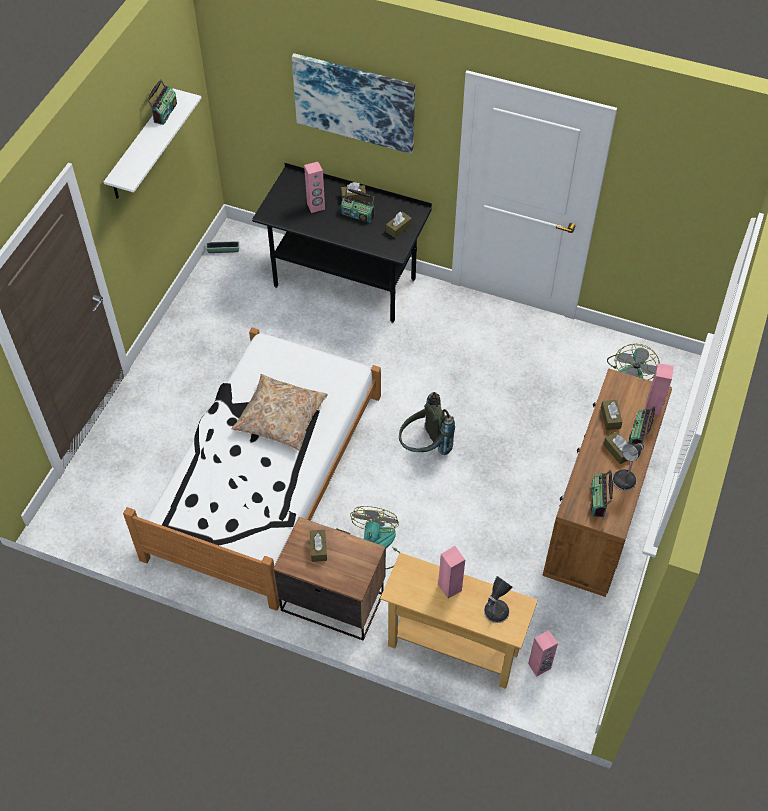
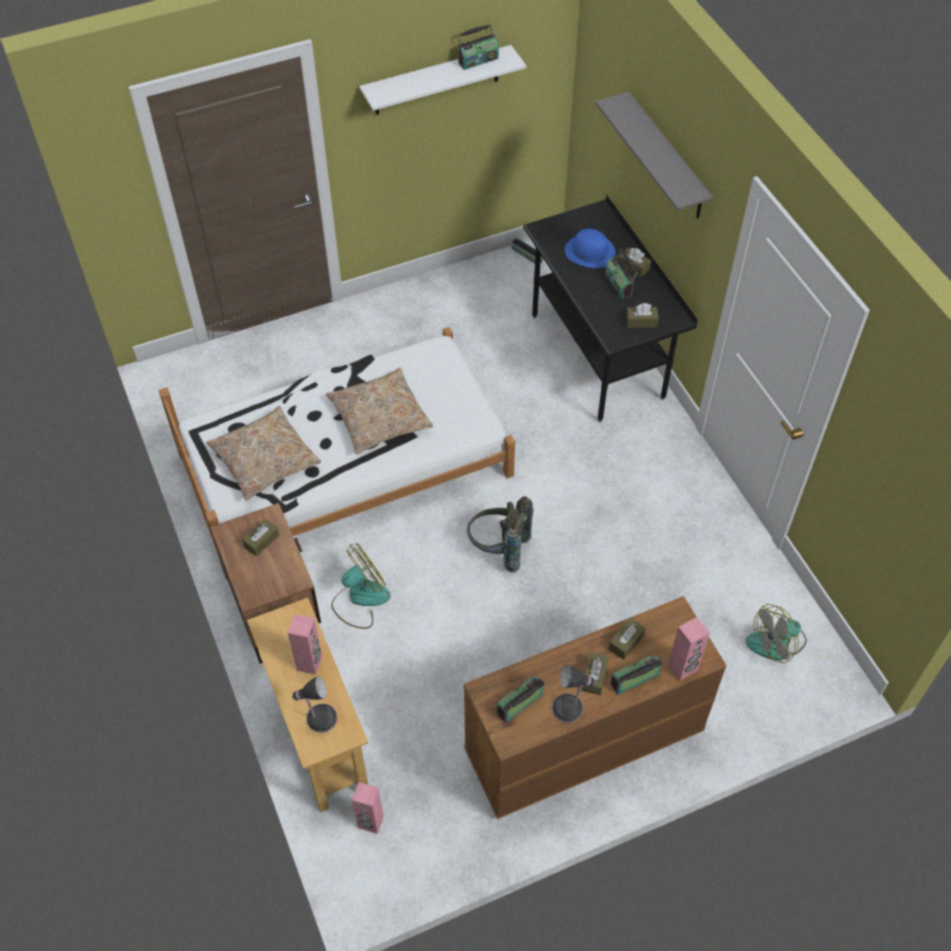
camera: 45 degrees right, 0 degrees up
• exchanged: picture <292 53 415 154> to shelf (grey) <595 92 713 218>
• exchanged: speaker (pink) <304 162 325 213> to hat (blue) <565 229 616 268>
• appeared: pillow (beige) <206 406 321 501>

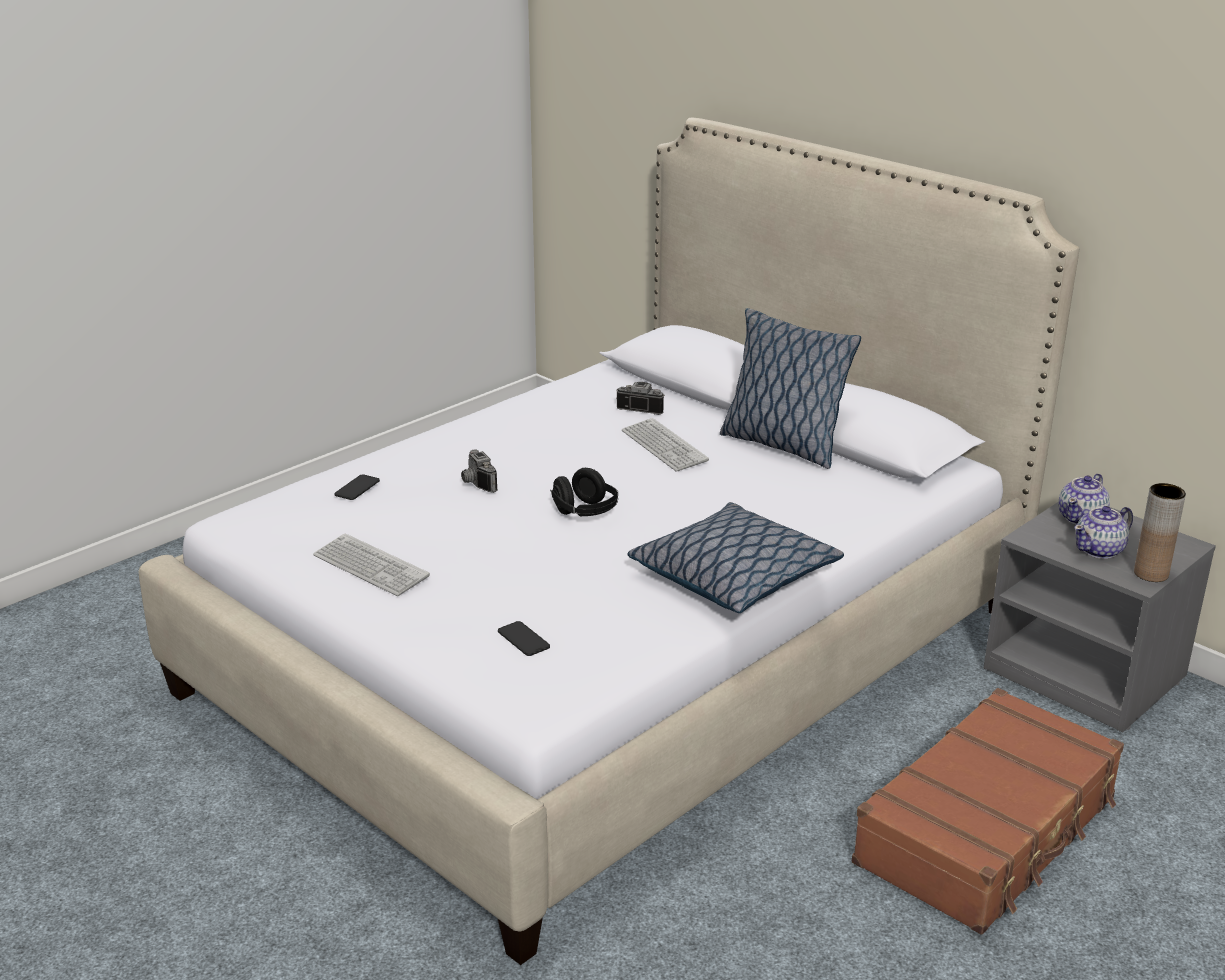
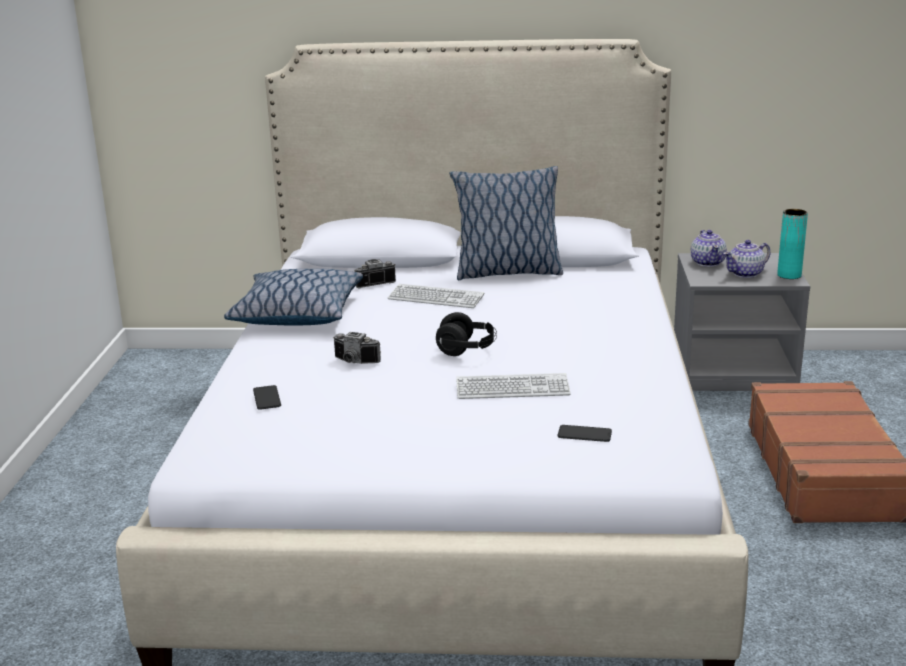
camera: 40 degrees left, 5 degrees down
• relocated: keyboard <313 533 430 596> to <456 373 571 399>
• relocated: pillow <628 502 844 613> to <224 269 363 325>
• spun: teapot <1074 506 1133 559> = <723 240 770 278> 45 degrees clockwise
• colour: vase (brown) <1134 483 1186 582> to vase (turquoise) <777 209 808 279>

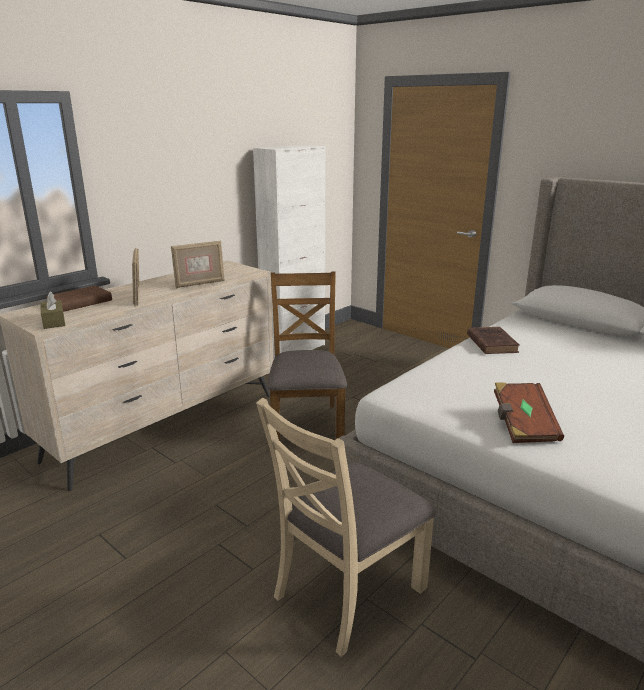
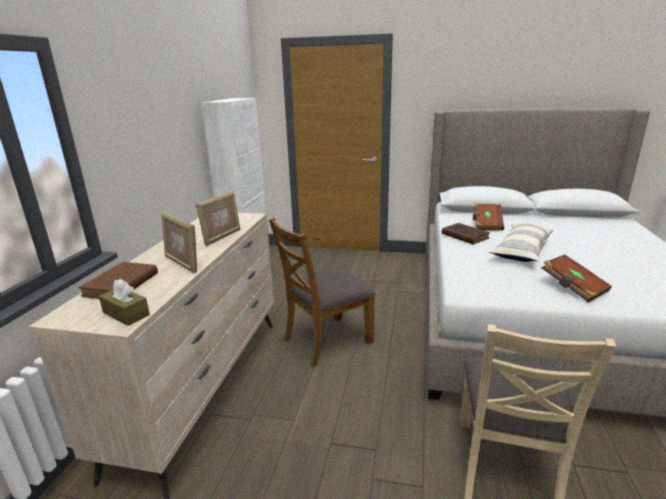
camera: 30 degrees left, 0 degrees up
• spun: chair (brown) <267 271 347 441> = <269 218 376 367> 90 degrees counterclockwise
• appeared: book (brown) <473 203 504 230>
• appeared: pillow <489 223 553 262>

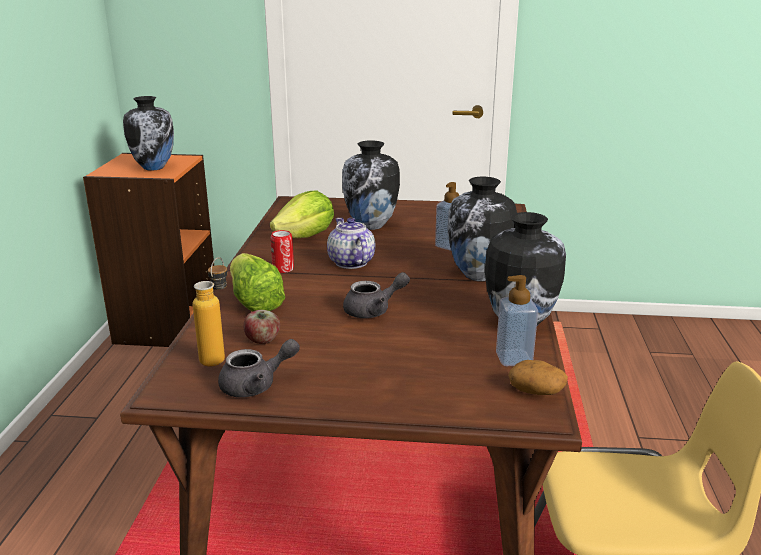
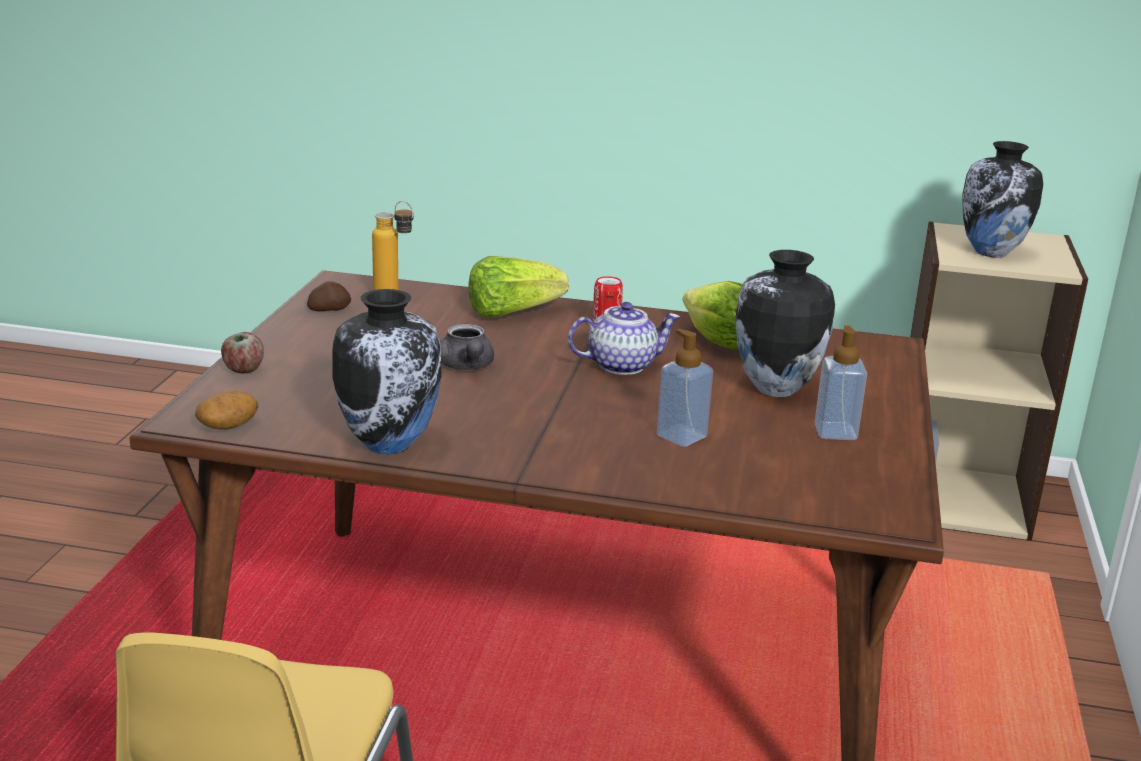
camera: 95 degrees right, 0 degrees up
• colour: bookcase (orange) <83 153 214 347> to bookcase (beige) <910 221 1088 541>
• exchanged: teapot (grey) <218 339 300 397> to potato <307 281 351 311>
• relocated: apple <244 310 280 344> to <221 332 264 374>
• missing: vase <447 177 517 281>
• relocated: soap dispenser <496 275 538 366> to <815 325 867 440>

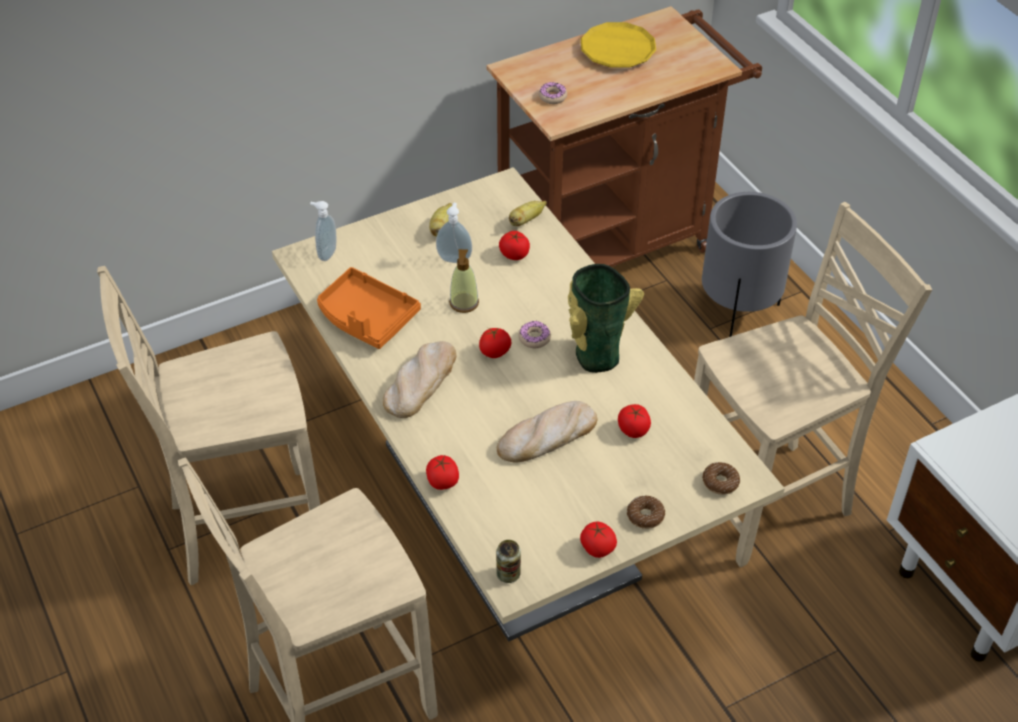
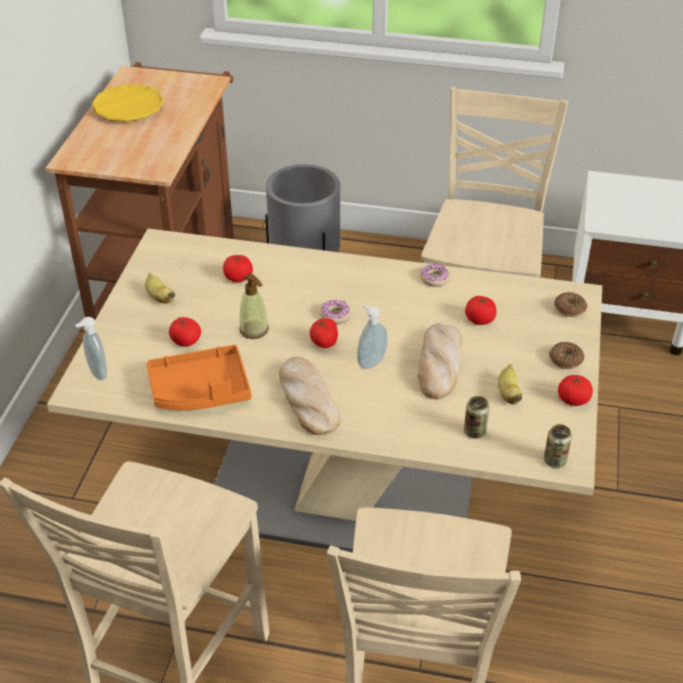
camera: 50 degrees left, 5 degrees down
• relocated: tomato <426 455 459 490> to <169 317 201 347>
• relocated: soap dispenser <436 203 472 263> to <357 304 388 369>
• relocated: banana <509 201 547 226> to <498 364 522 405>
• relocated: donut <539 82 567 104> to <420 264 450 287>
• missing: vase <568 264 644 373>
• appeared: can <464 396 489 438>

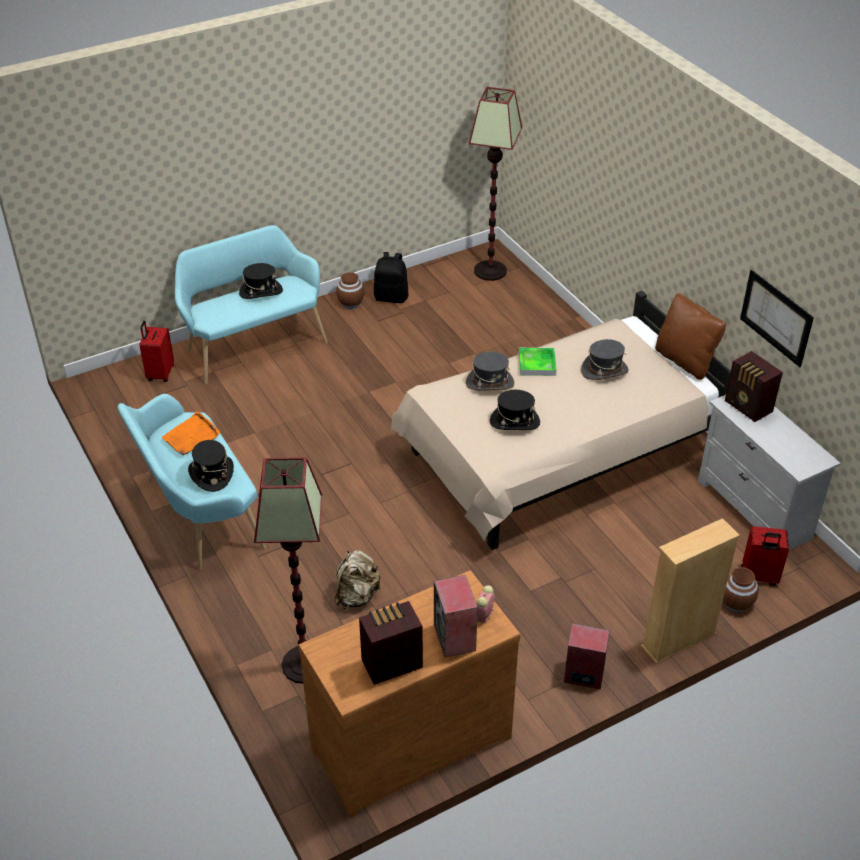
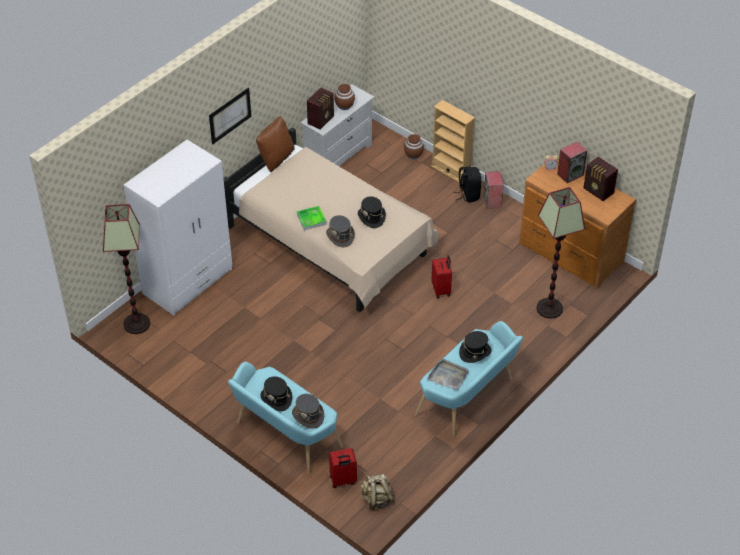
camera: 110 degrees left, 5 degrees up
• colour: tray (orange) <162 412 220 455> to tray (grey) <427 358 469 390>
• relocated: backpack (beige) <335 550 380 609> to <360 474 395 510>
• relocated: vase (brown) <336 272 365 309> to <334 84 355 110>
• relocated: backpack (black) <374 252 408 303> to <454 167 481 203>
• relocated: hat (grey) <581 339 629 380> to <292 394 324 429>
• relocated: picture <740 270 814 367> to <209 87 251 144>
• relocated: suitcase (red) <741 526 789 586> to <431 255 452 298>
• appeared: wardrobe (white) <124 140 232 315>

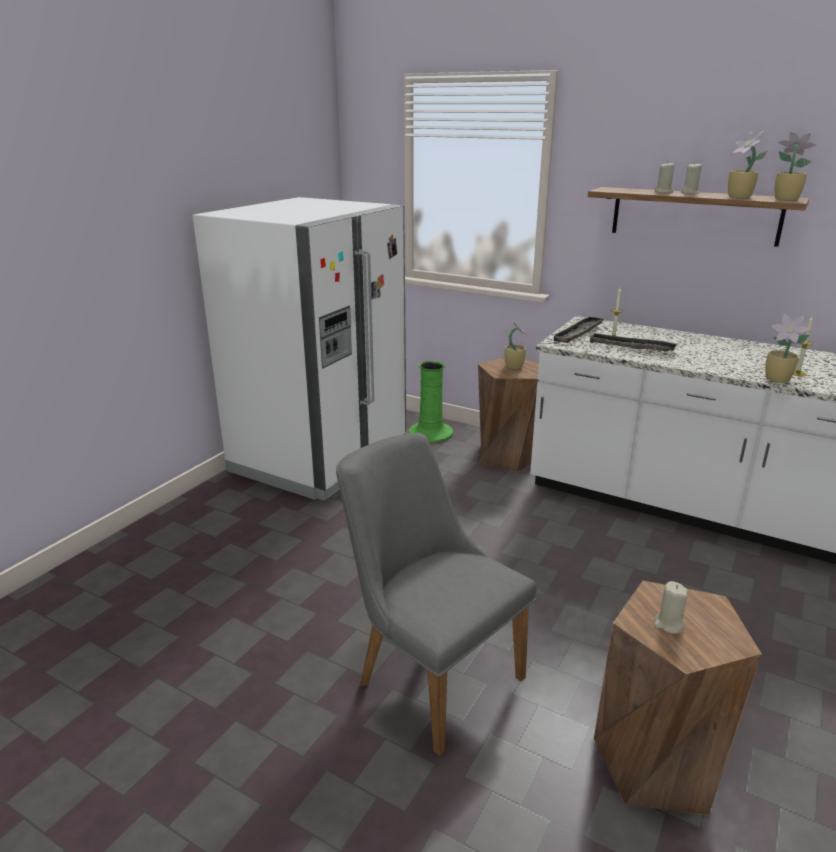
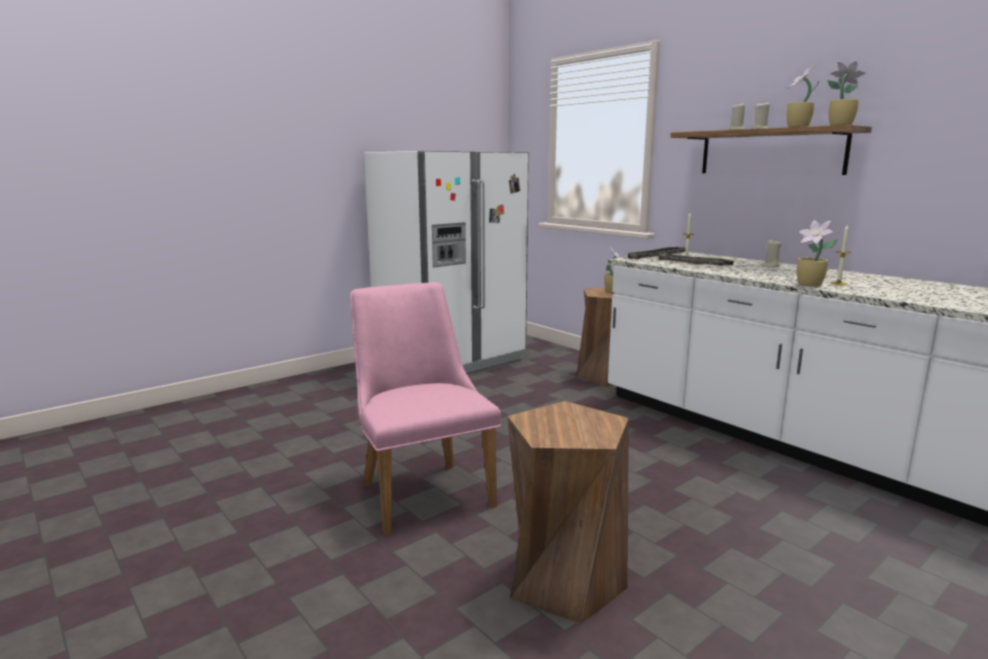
camera: 20 degrees right, 10 degrees down
• colour: chair (grey) <336 433 537 756> to chair (pink) <350 282 501 536>
• missing: vase (green) <409 360 453 443>
• relocated: candle (beige) <654 581 689 634> to <762 240 781 267>

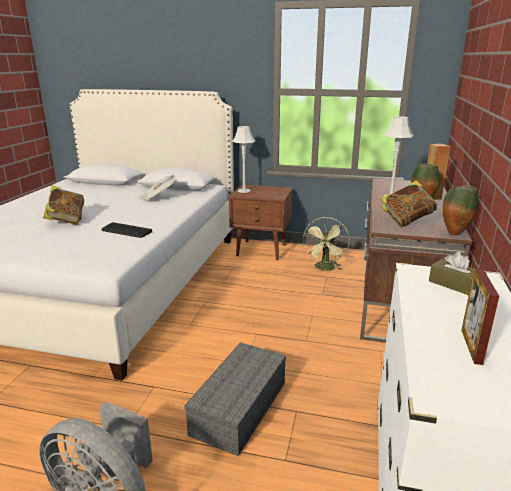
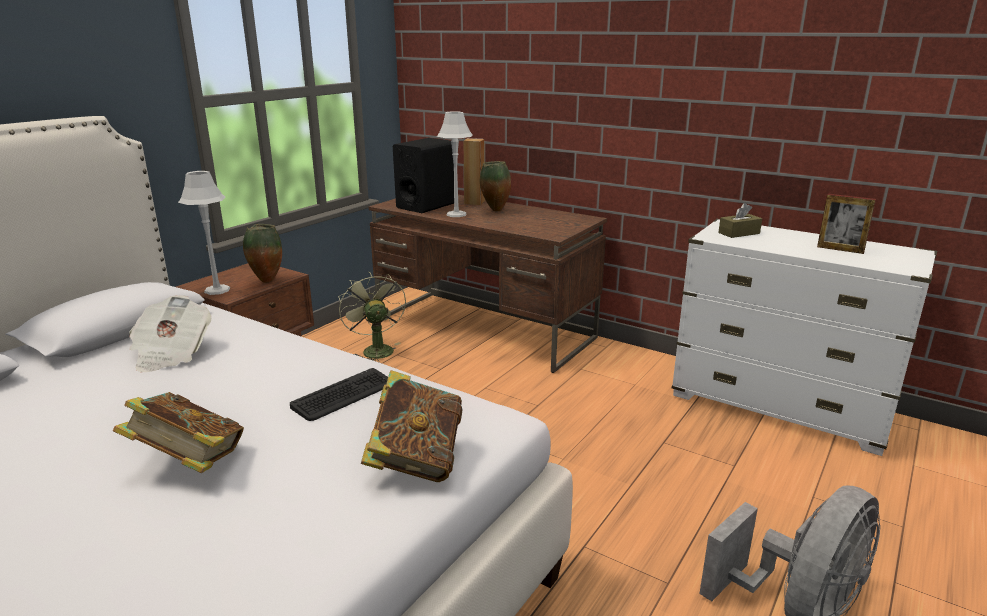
camera: 70 degrees left, 0 degrees up
• missing: storage box (grey) <184 342 286 456>
• spun: fan (green) <303 217 350 271> = <338 272 406 361> 150 degrees counterclockwise
• relocated: book <380 180 438 227> to <361 370 462 482>
• relocated: vase <443 185 478 235> to <243 224 282 283>
• appeared: speaker (black) <393 138 454 213>

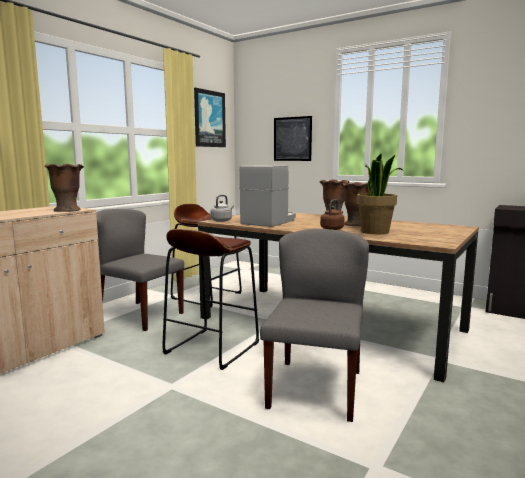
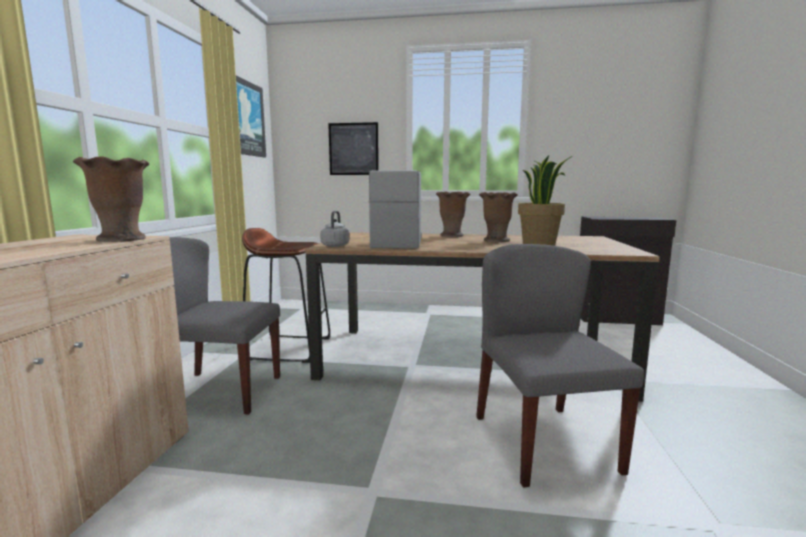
camera: 25 degrees left, 0 degrees up
• missing: stool (brown) <162 229 259 370>
• missing: kettle (brown) <320 200 345 230>

